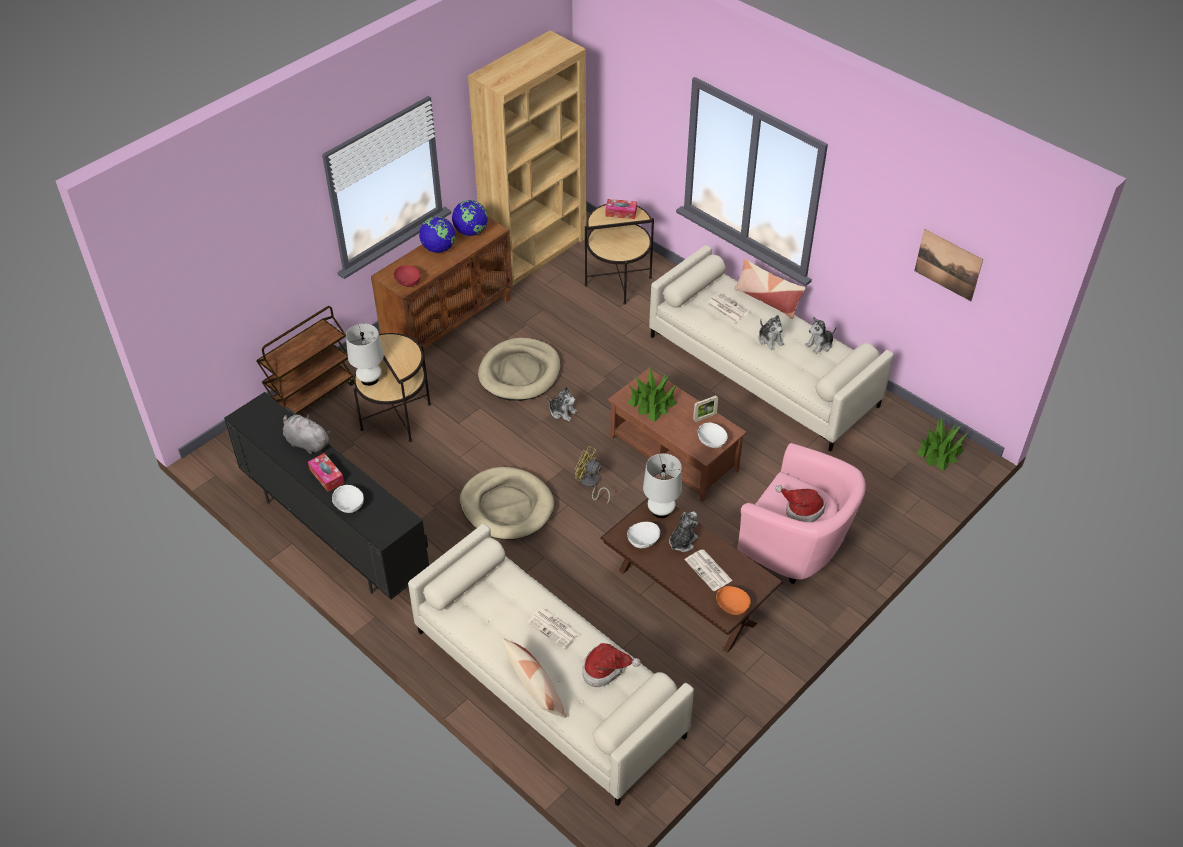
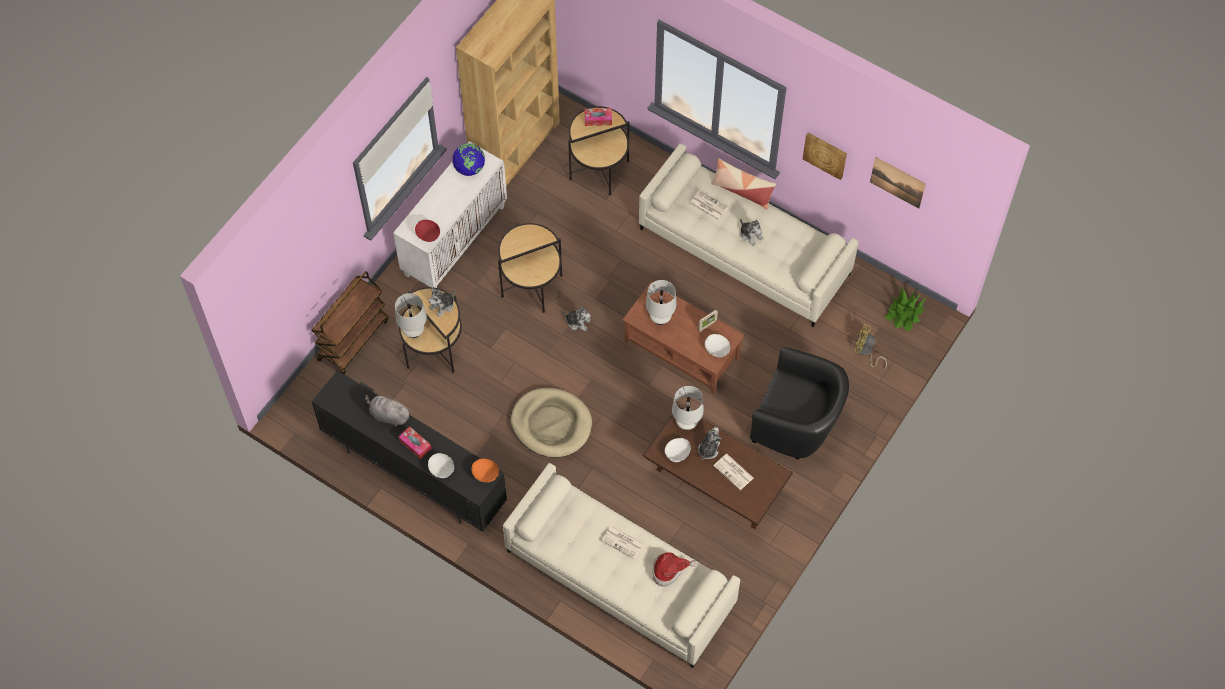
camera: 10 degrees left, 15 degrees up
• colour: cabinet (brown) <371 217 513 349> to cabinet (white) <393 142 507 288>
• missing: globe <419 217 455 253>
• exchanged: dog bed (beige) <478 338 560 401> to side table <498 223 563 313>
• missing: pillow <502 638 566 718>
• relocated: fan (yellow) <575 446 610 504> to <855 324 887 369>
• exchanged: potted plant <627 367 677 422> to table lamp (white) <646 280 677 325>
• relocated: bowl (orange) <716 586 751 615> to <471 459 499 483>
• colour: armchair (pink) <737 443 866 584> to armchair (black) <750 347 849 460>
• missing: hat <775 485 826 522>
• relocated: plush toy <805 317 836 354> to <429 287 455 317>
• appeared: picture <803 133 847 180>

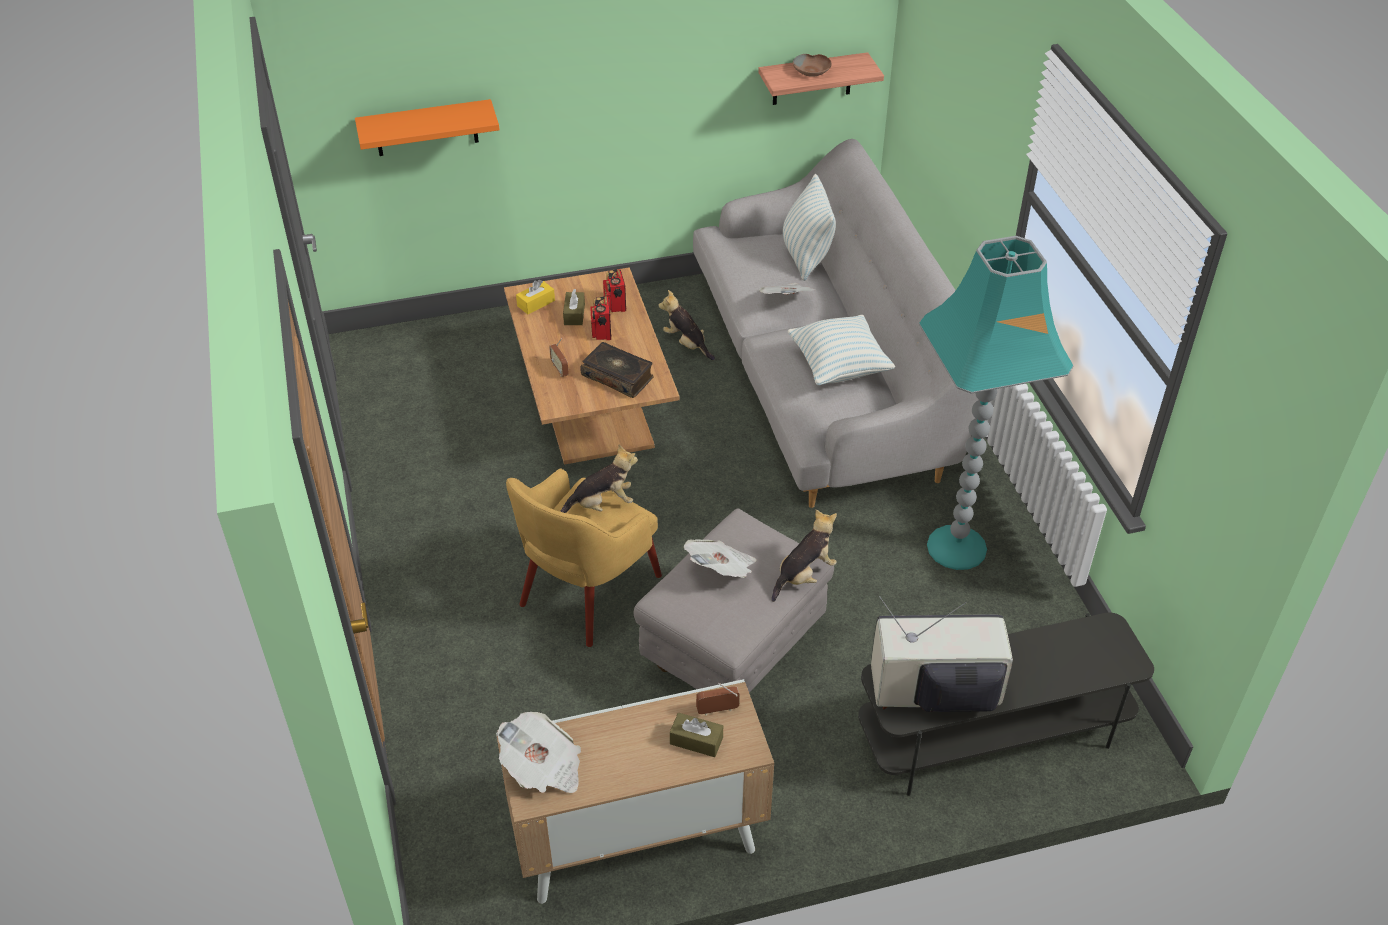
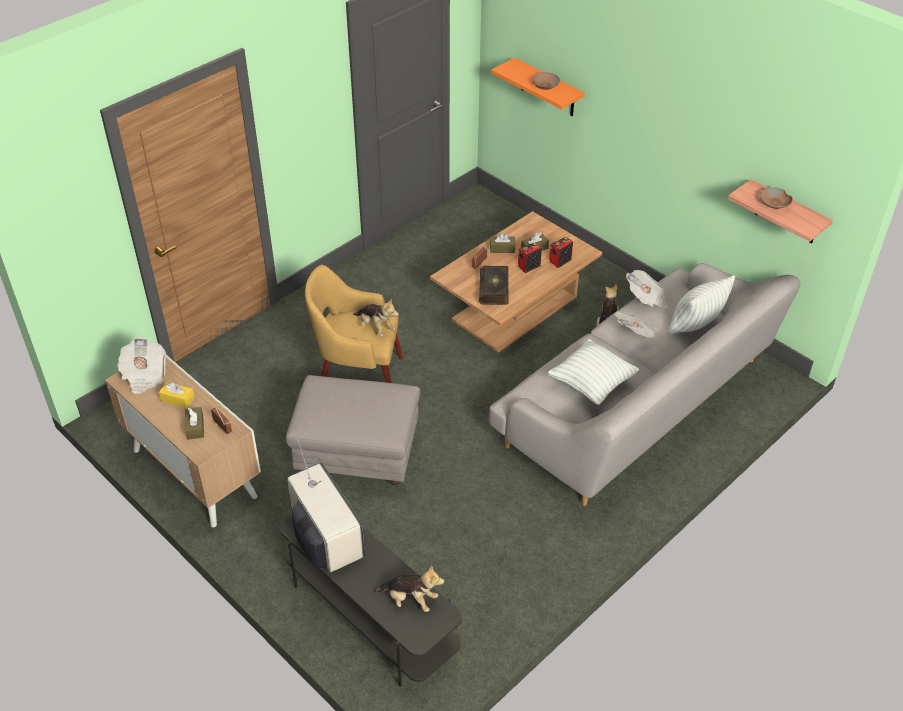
camera: 60 degrees right, 0 degrees up
• relocated: tissue box (yellow) <516 280 555 314> to <159 382 195 408>
• relocated: newspaper <684 539 757 578> to <626 270 668 309>
• relocated: plush toy <772 510 837 602> to <374 565 444 612>
• missing: floor lamp (turquoise) <919 236 1073 570>
• appeared: tissue box (brown) <490 233 515 253>
• appeared: bowl (brown) <532 72 560 90>

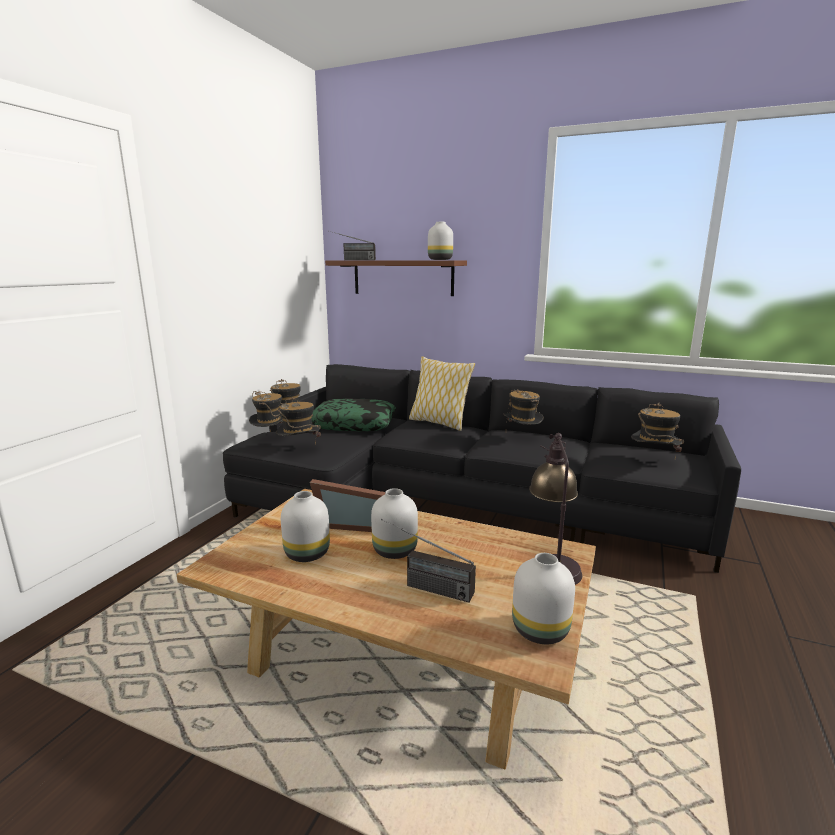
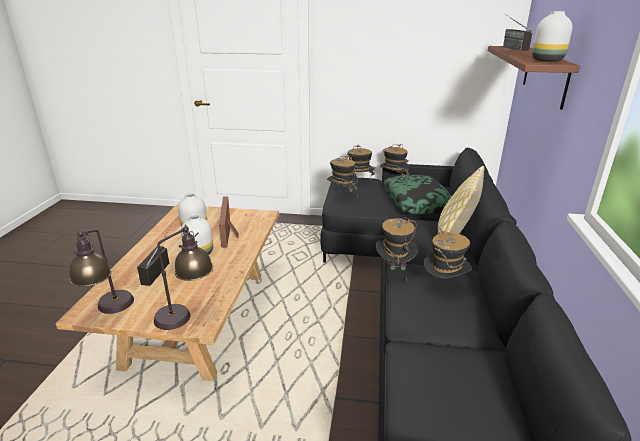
camera: 75 degrees right, 10 degrees up
• exchanged: vase (white) <512 553 575 644> to table lamp <69 230 134 314>
• relocated: hat <631 403 684 459> to <376 218 418 280>

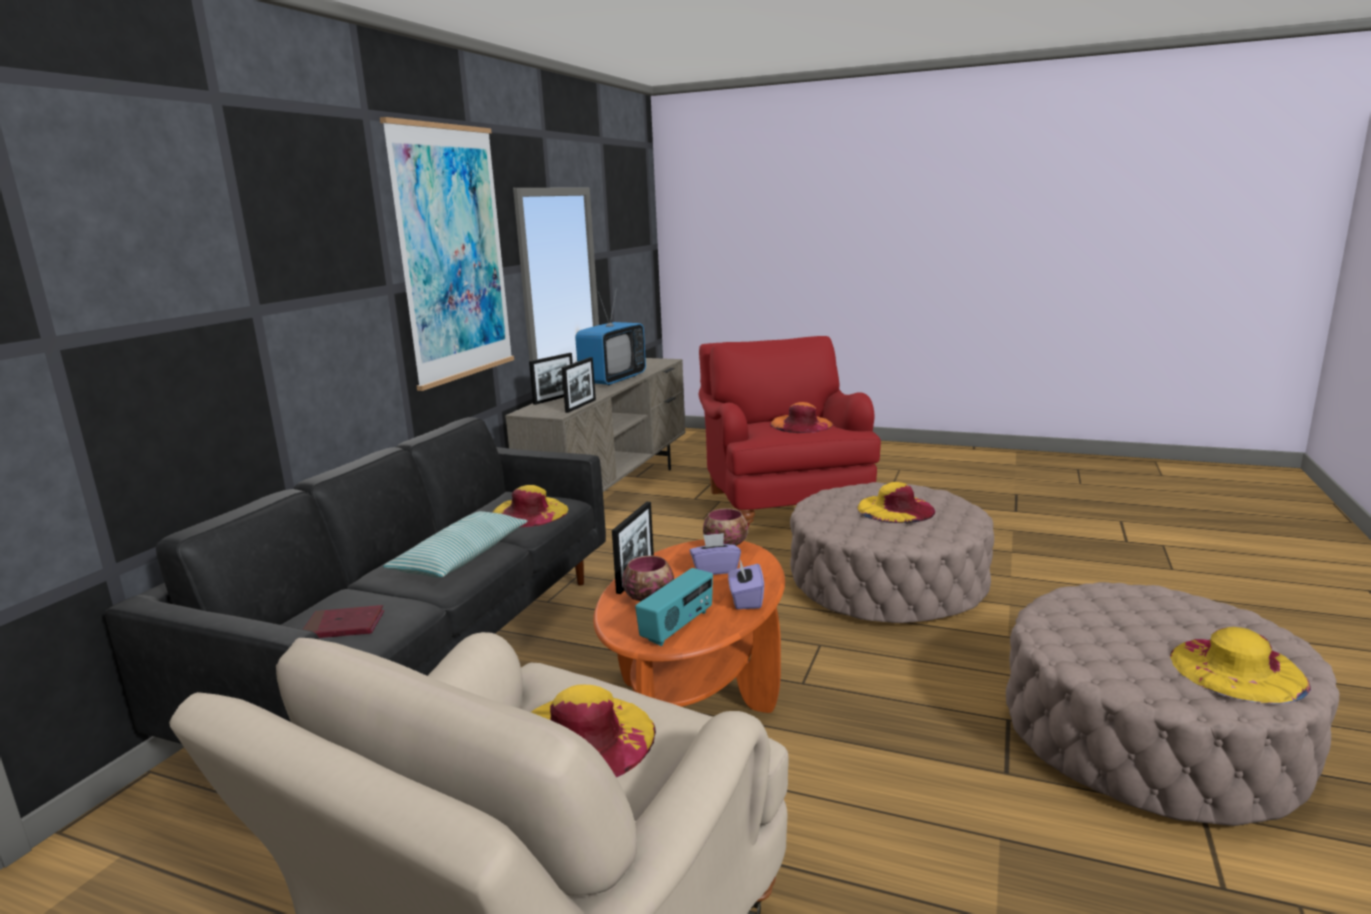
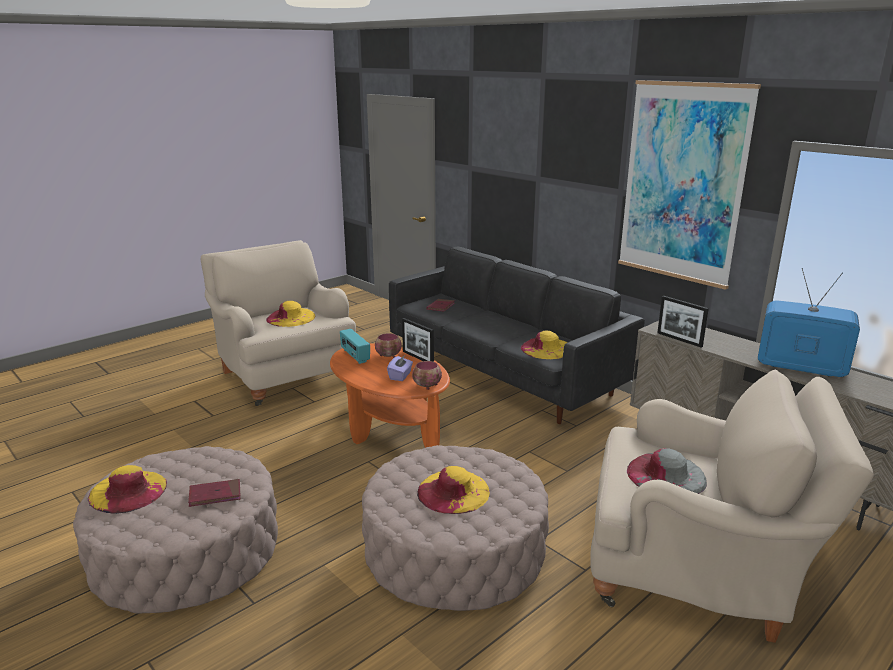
camera: 115 degrees right, 5 degrees up
• missing: pillow <383 511 528 578>
• missing: picture frame <529 353 573 405>
• spun: television <575 288 646 386> = <758 268 860 377> 150 degrees clockwise
• colour: armchair (red) <699 336 881 527> to armchair (beige) <590 370 874 643>
• missing: tissue box (purple) <728 560 764 609>
• colour: hat (orange) <771 402 833 433> to hat (grey) <627 448 707 494>
• appeared: book (red) <188 479 241 507>

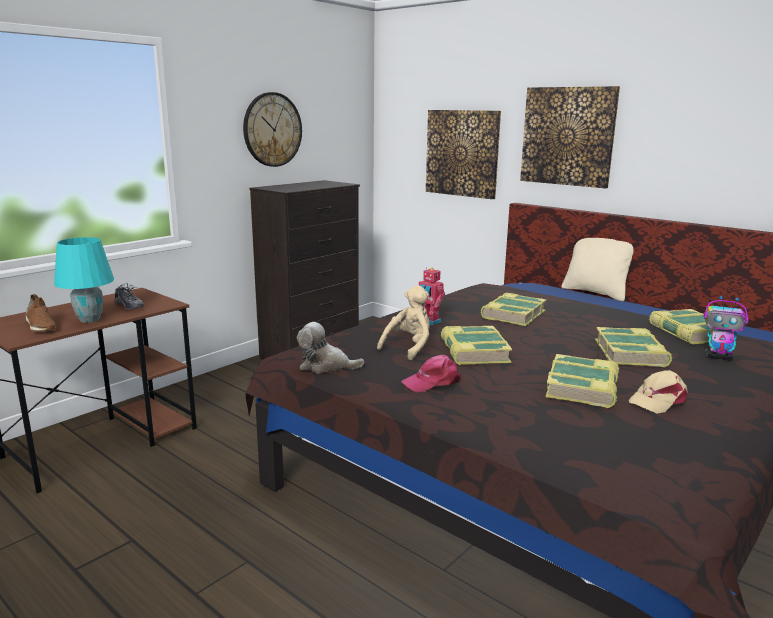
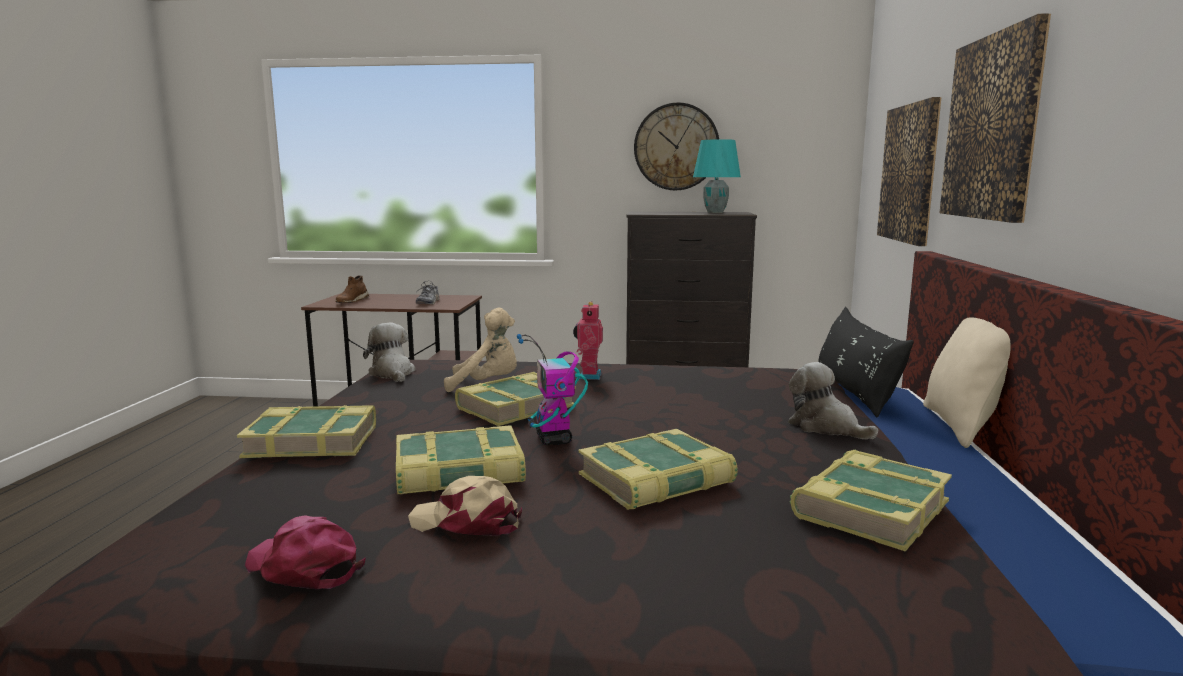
camera: 55 degrees right, 5 degrees down
• relocated: table lamp (turquoise) <54 237 114 323> to <693 139 741 213>
• relocated: cap (pink) <401 355 461 392> to <245 515 366 589>
• relocated: book <481 292 546 326> to <236 405 376 458>
• relocated: toy robot <704 296 749 361> to <517 334 588 445>
• appeared: plush toy <788 362 878 440>
• appeared: pillow (black) <818 307 914 418>

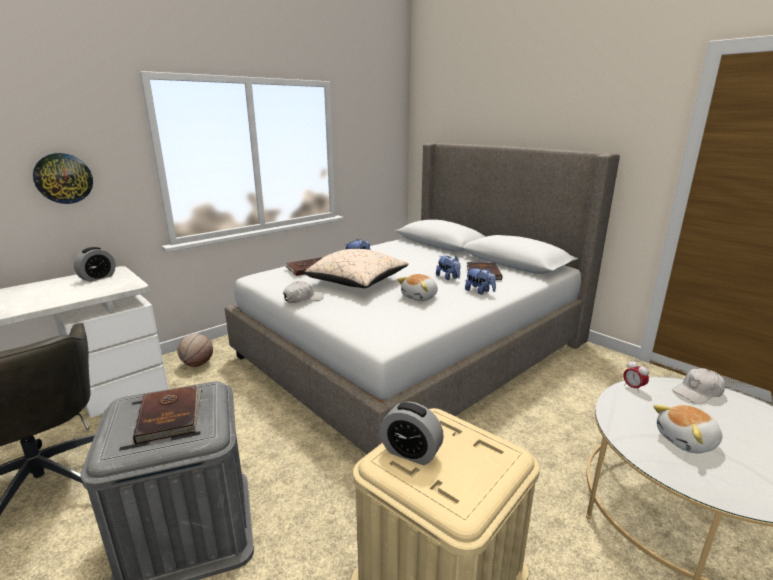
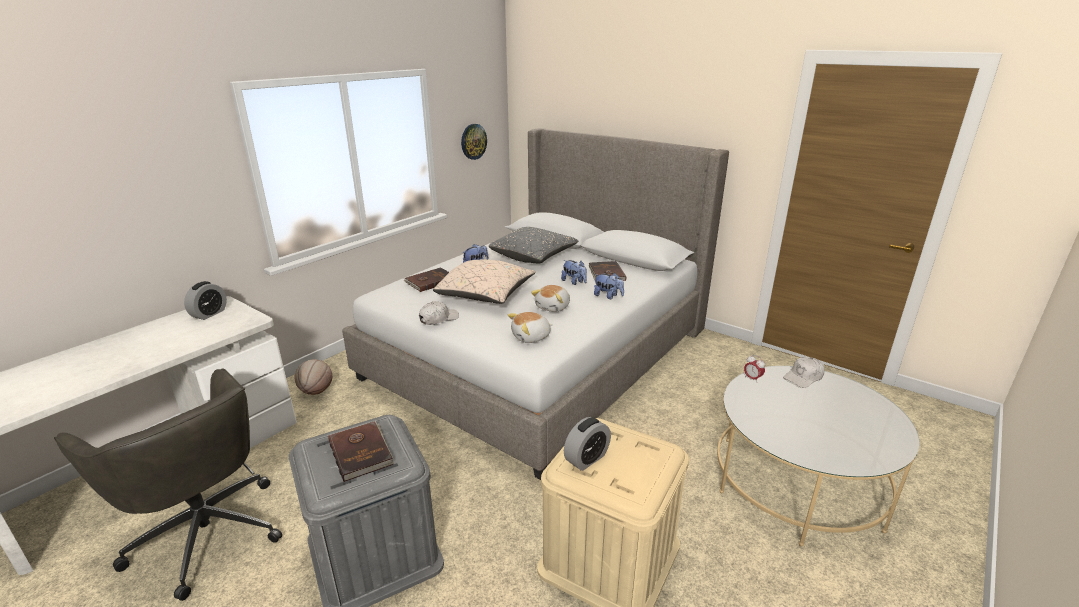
camera: 10 degrees left, 5 degrees up
• relocated: wall clock <33 153 93 204> to <461 124 487 160>
• spun: alarm clock <380 402 444 465> = <564 417 611 471> 60 degrees counterclockwise
• relocated: plush toy <653 405 723 453> to <508 312 553 343>
• appeared: pillow (grey) <489 227 578 263>

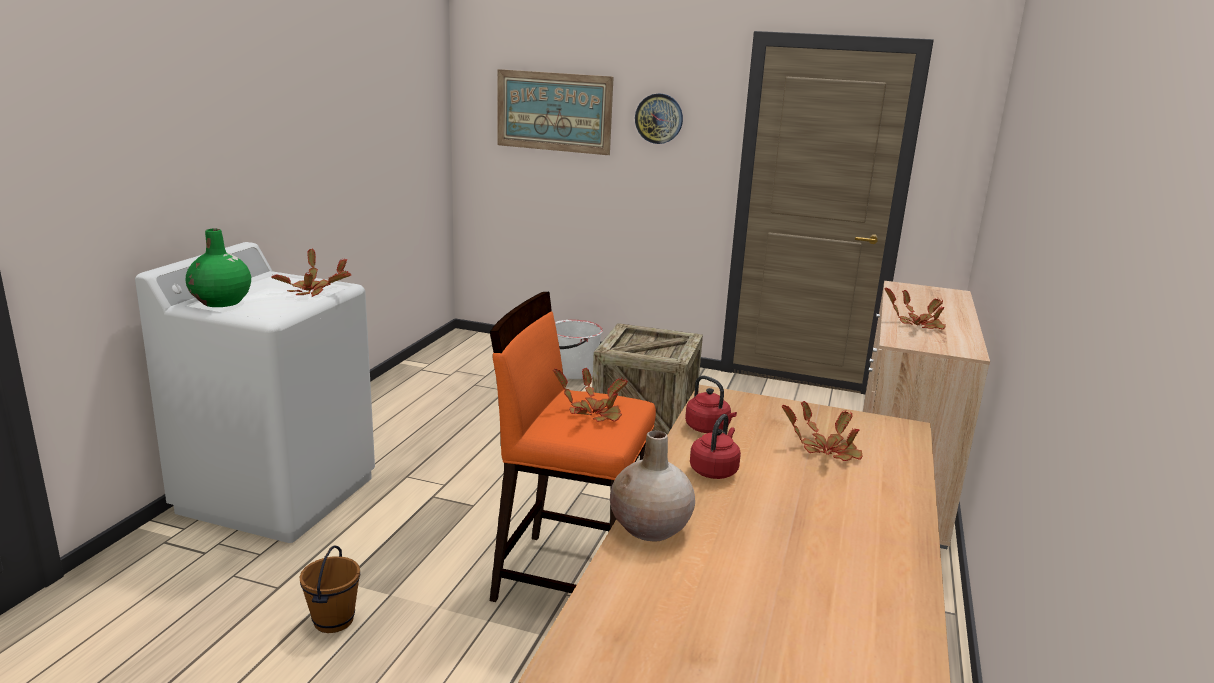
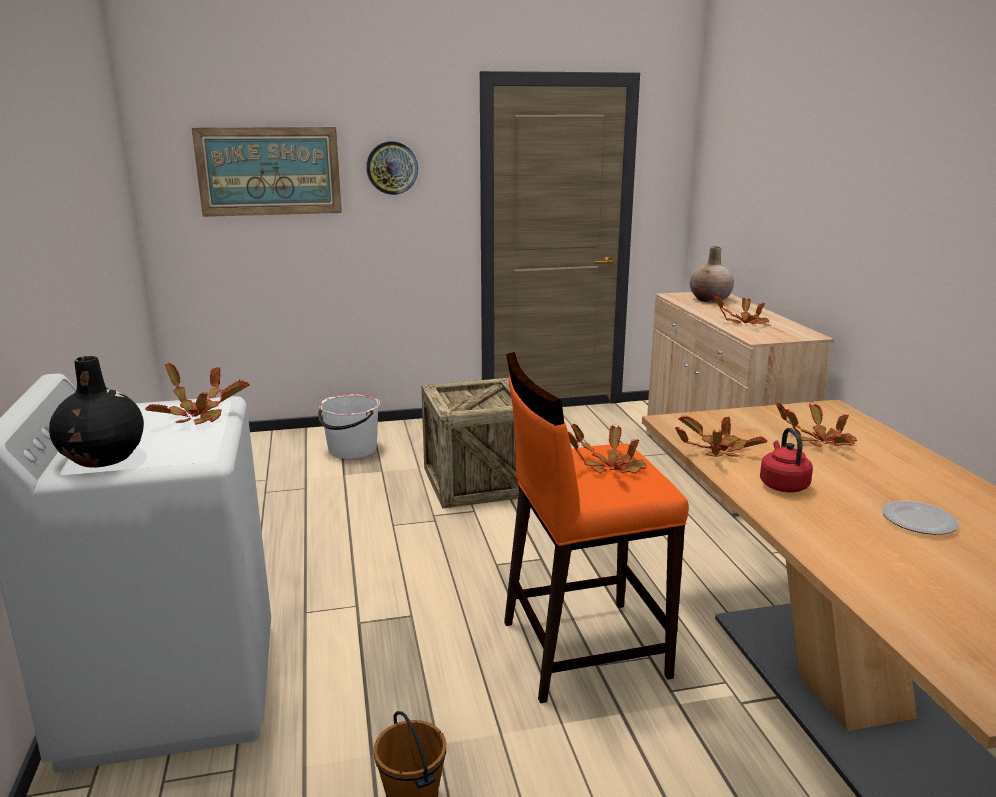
camera: 30 degrees left, 0 degrees up
• colour: vase (green) <186 228 251 307> to vase (black) <49 356 144 468>
• relocated: vase (beige) <610 430 695 541> to <690 246 734 303>
• exchanged: kettle (red) <685 376 737 433> to potted plant <675 416 767 457>
• appeared: plate <882 501 959 535>

